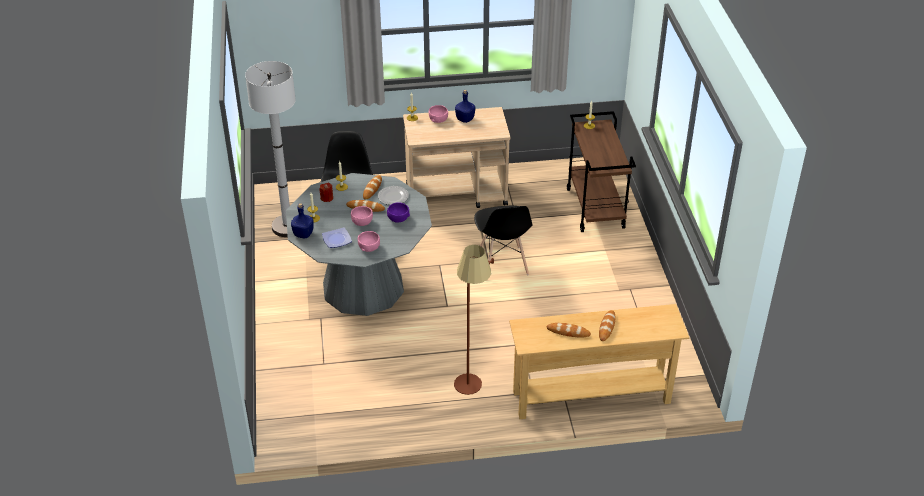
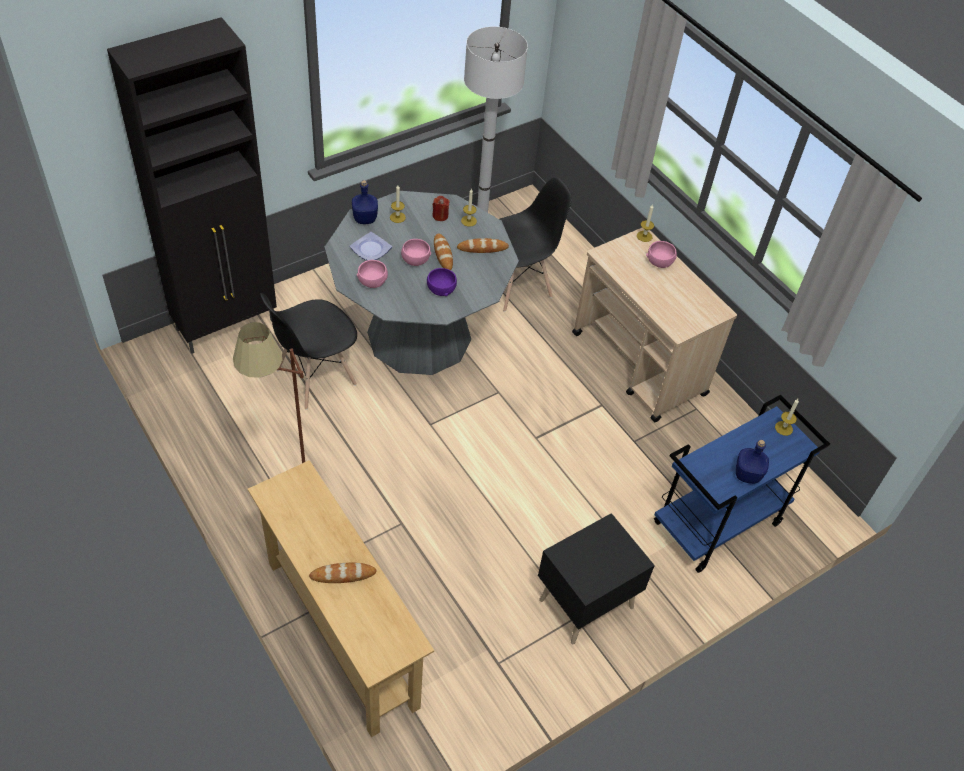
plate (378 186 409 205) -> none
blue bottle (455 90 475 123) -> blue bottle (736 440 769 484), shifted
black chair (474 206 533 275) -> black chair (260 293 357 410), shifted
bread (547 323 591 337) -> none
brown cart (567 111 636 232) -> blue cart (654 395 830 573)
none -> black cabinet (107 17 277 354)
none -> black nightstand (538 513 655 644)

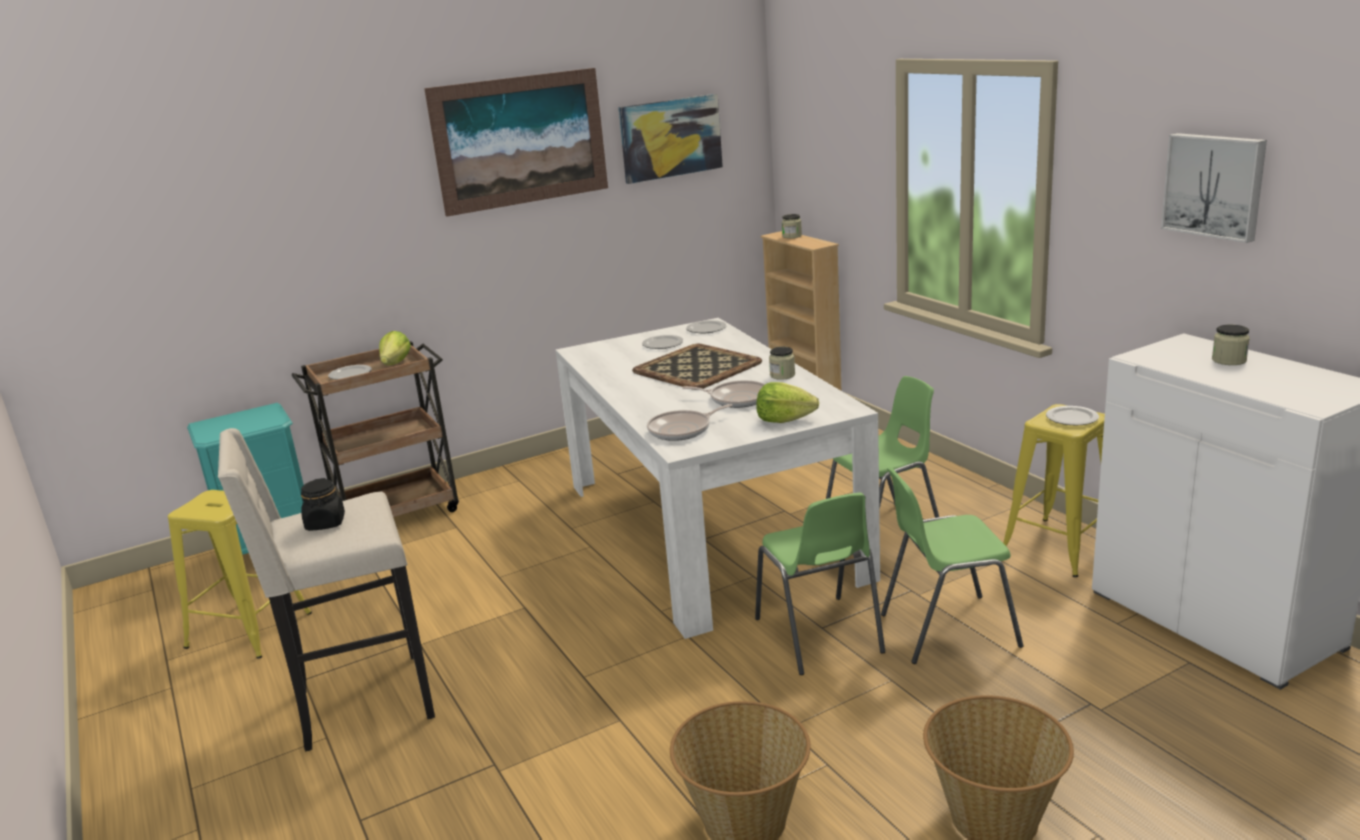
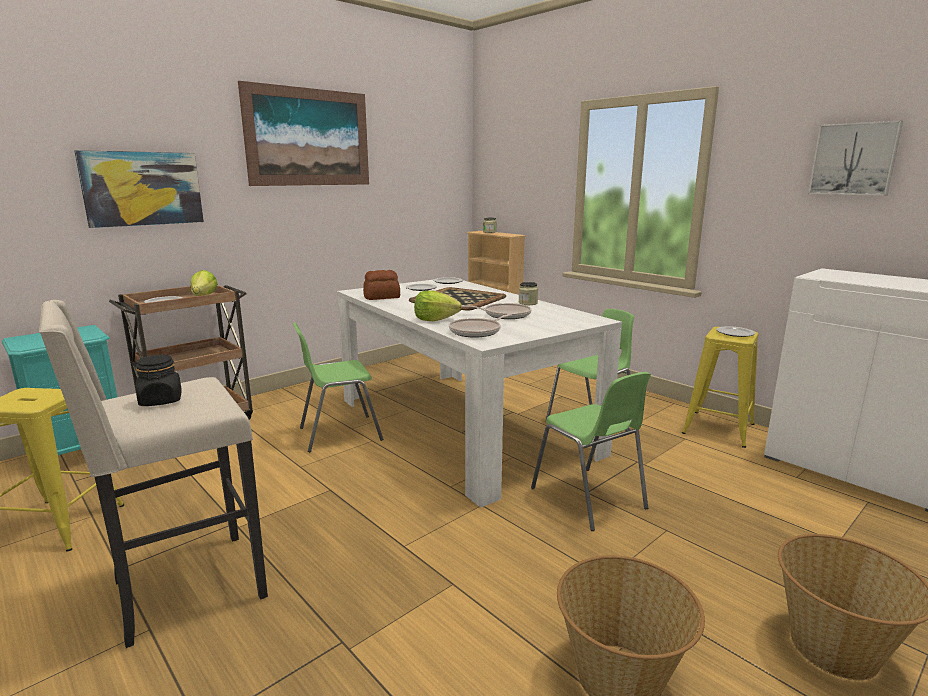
picture (618 94 723 184) -> picture (74 150 204 228), shifted
lettuce (757 382 819 423) -> lettuce (414 290 462 321), shifted
green chair (881 467 1023 664) -> green chair (293 323 383 452), shifted
jar (1212 325 1250 365) -> none
none -> bread (363 270 400 300)

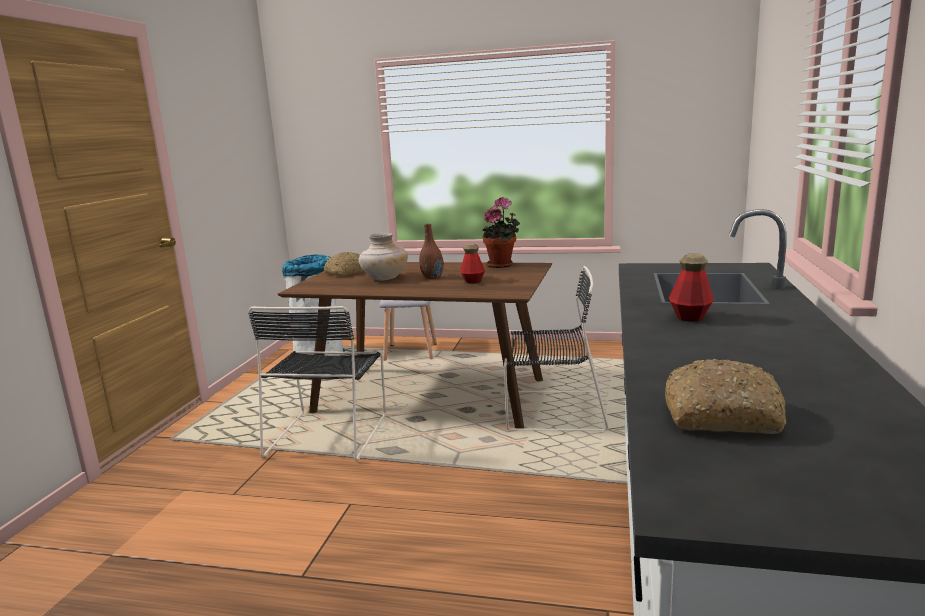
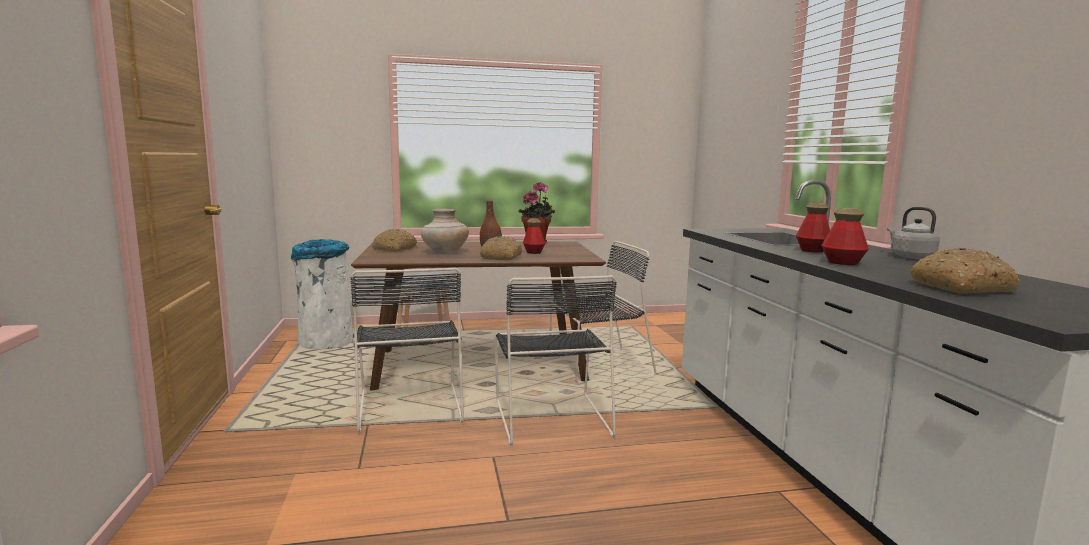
none -> bread (480 236 522 260)
none -> black chair (494 275 617 446)
none -> bottle (821 208 869 265)
none -> grey kettle (887 207 940 259)

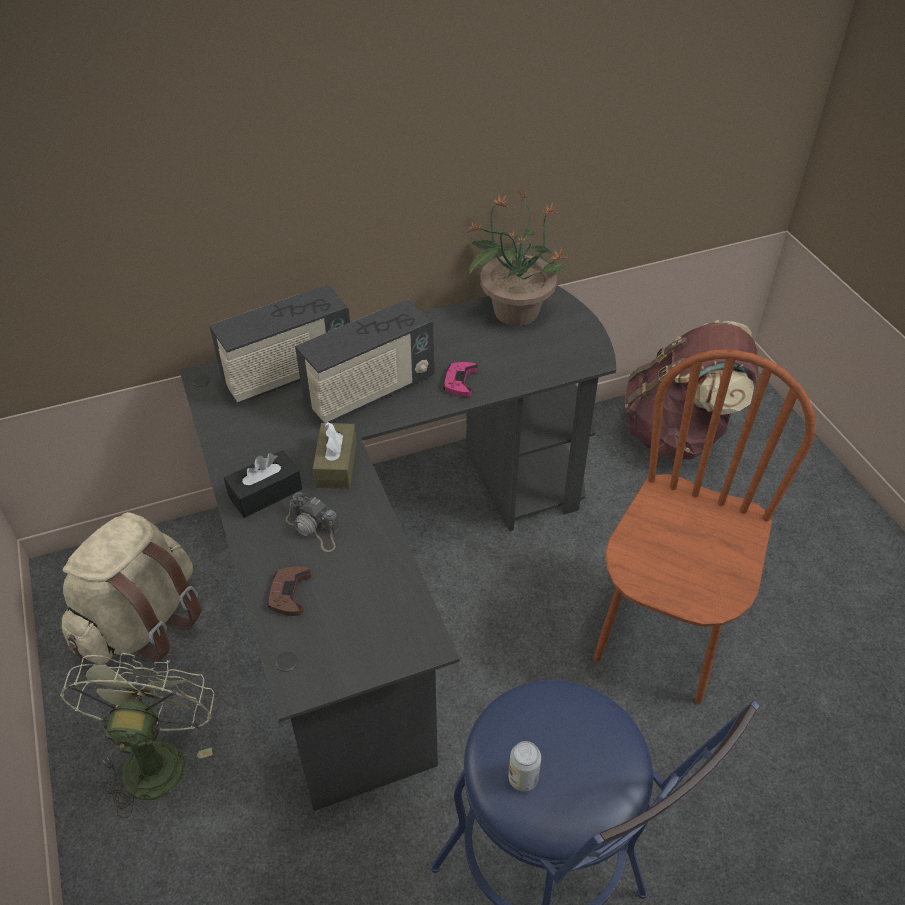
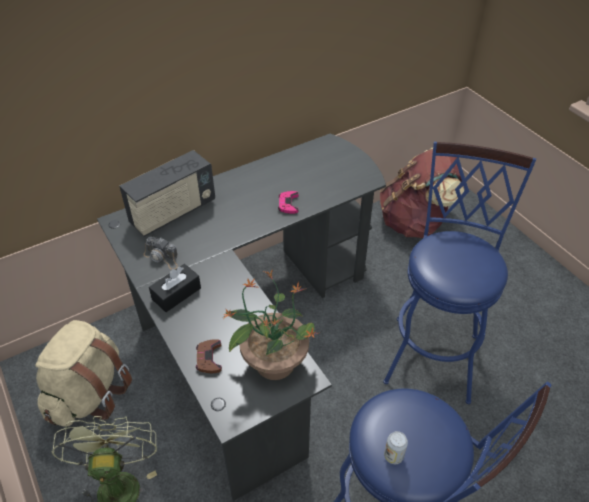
photo camera (285 492 339 552) -> photo camera (143 237 178 270), shifted
radio (295 299 434 423) -> none
brown tissue box (313 422 357 489) -> none
potted plant (466 191 569 326) -> potted plant (224 269 320 380), shifted
brown chair (593 350 816 704) -> blue stool (383 142 536 404)

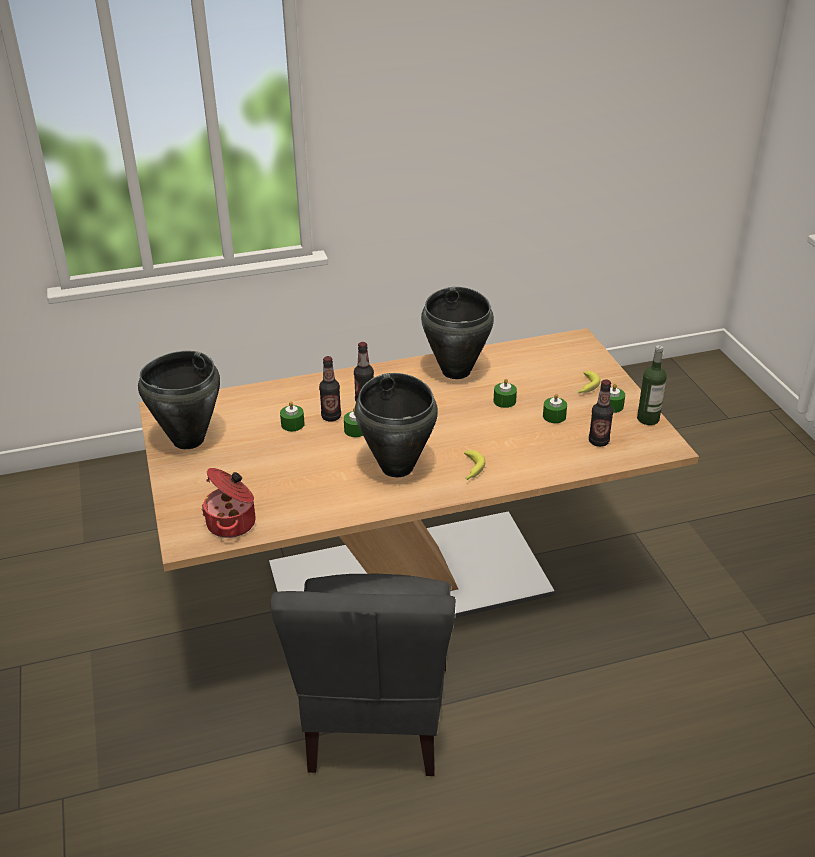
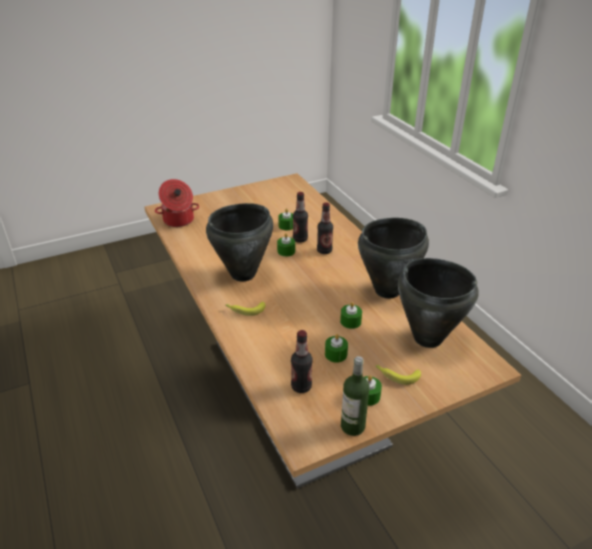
black cooking pot (138 351 220 449) -> black cooking pot (398 258 479 348), shifted
grey chair (271 574 456 776) -> none

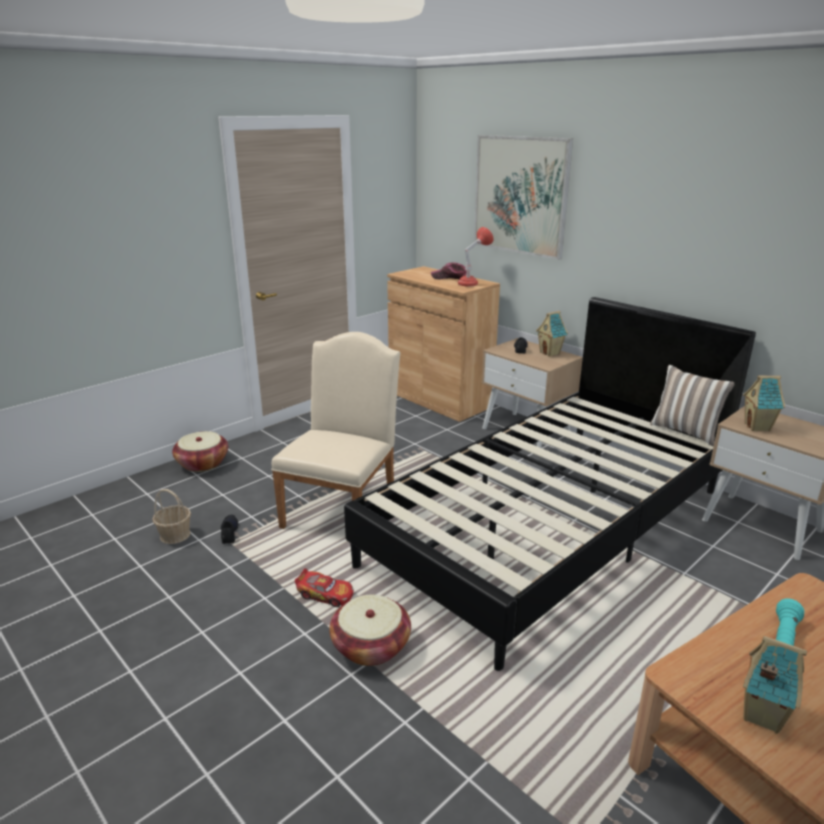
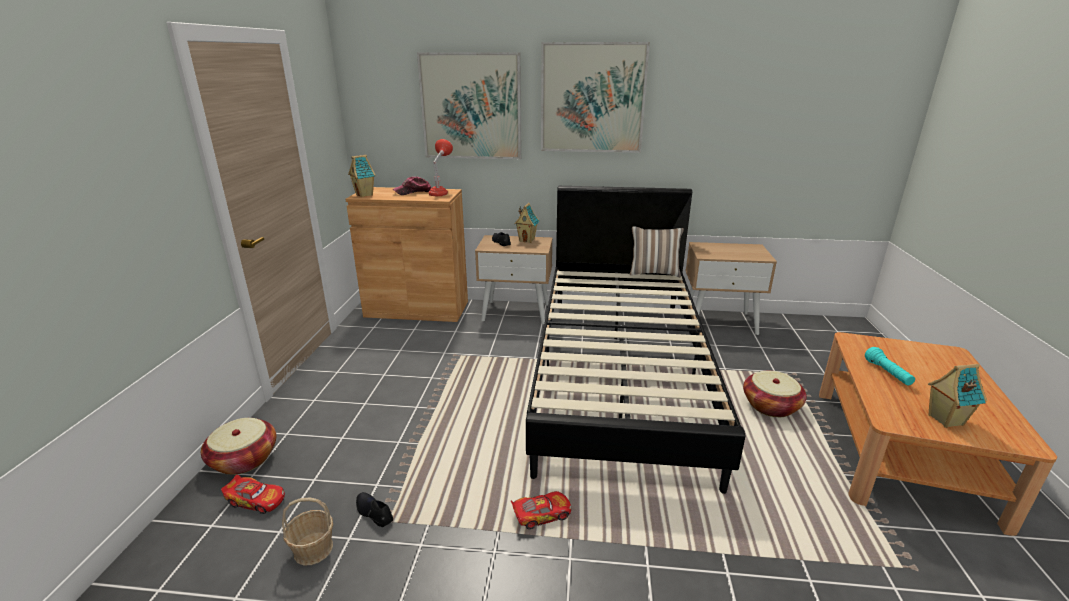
beige chair (271 332 400 529) -> none
basket (329 595 411 666) -> basket (743 371 807 417), shifted
toy house (743 375 785 431) -> toy house (348 155 375 197), shifted
none -> toy car (221 475 285 514)
none -> picture (541 42 650 153)

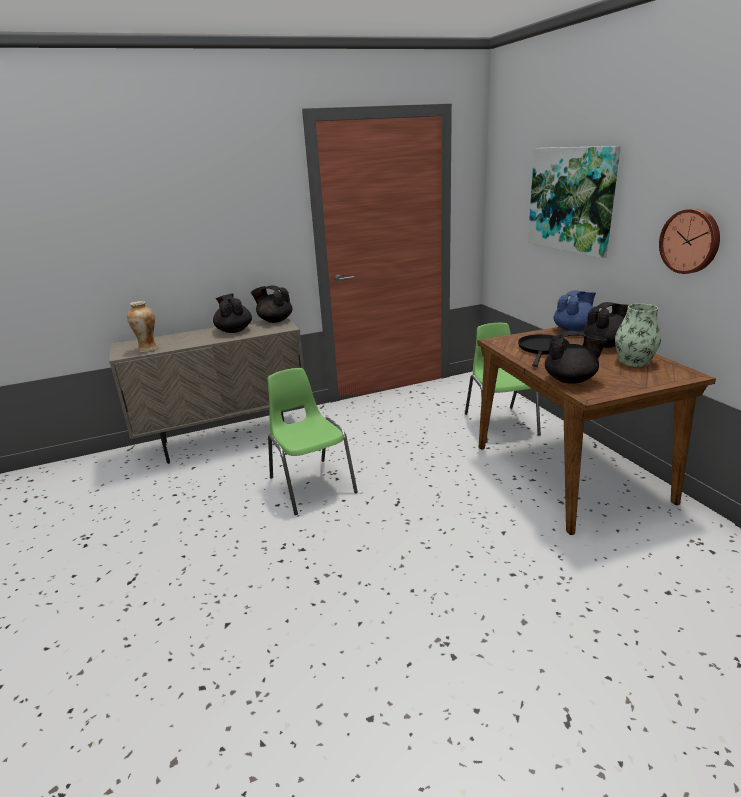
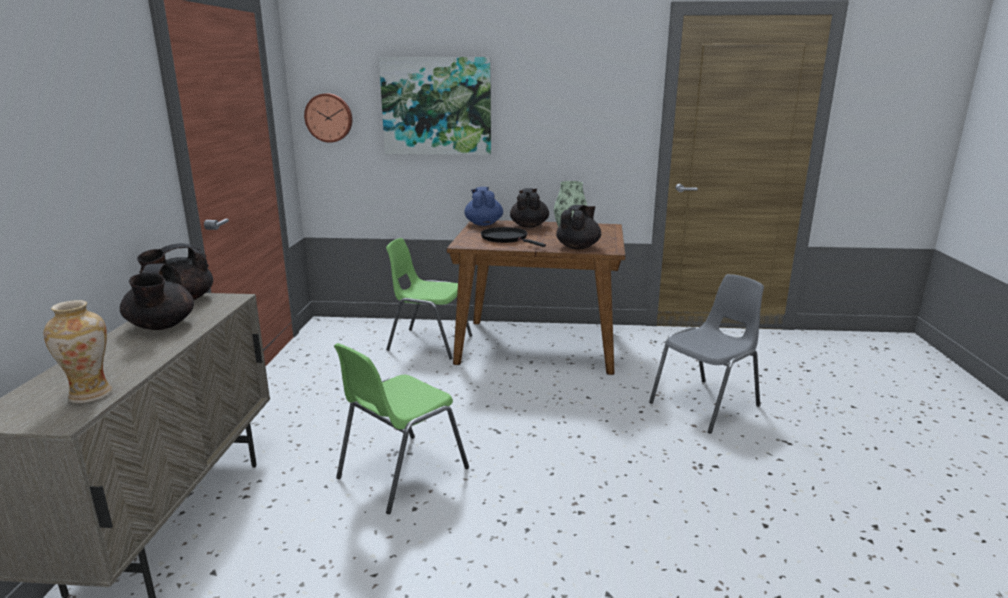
black teapot (213 293 252 333) -> black teapot (120 263 194 330), 105 degrees counterclockwise
green chair (268 368 358 515) -> green chair (334 343 469 514), 45 degrees counterclockwise
wall clock (659 209 720 274) -> wall clock (304 93 352 143), shifted
none -> grey chair (649 274 764 434)

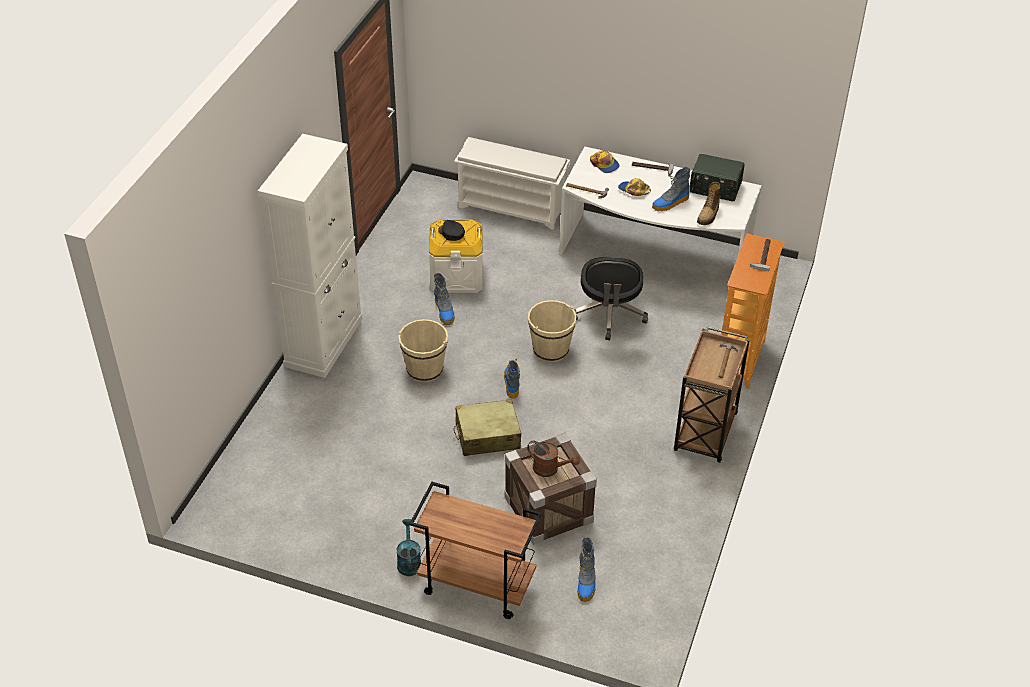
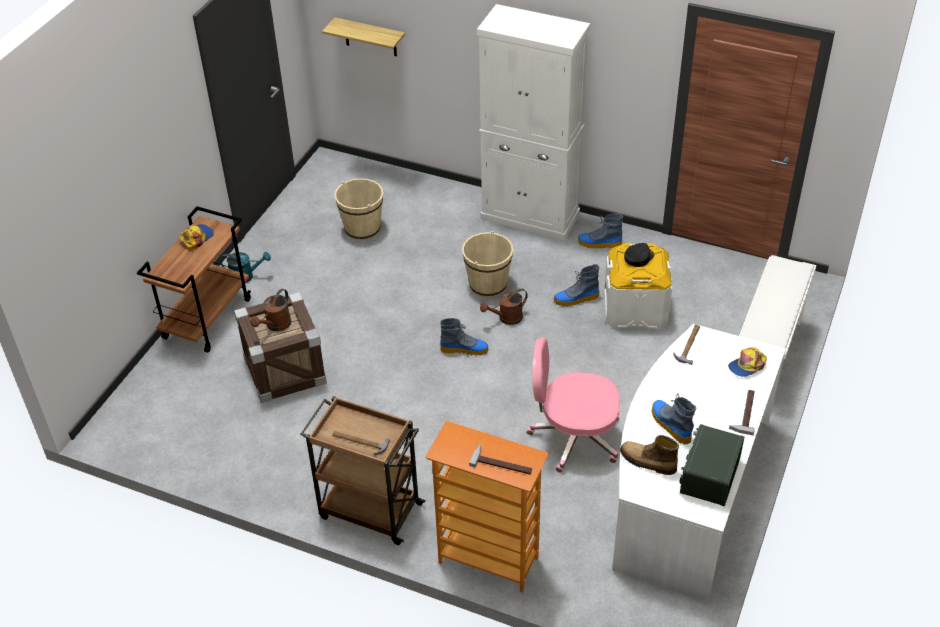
beige suitcase (453 399 521 456) -> none
beige bucket (528 300 576 362) -> beige bucket (334 178 383 241), shifted
black office chair (574 257 648 340) -> pink office chair (526 338 620 473)
boot (577 537 596 602) -> boot (578 214 623 248), shifted
cap (618 178 651 196) -> cap (180 224 214 250), shifted
none -> shelf (322 18 405 56)
none -> brown watering can (480 289 528 325)

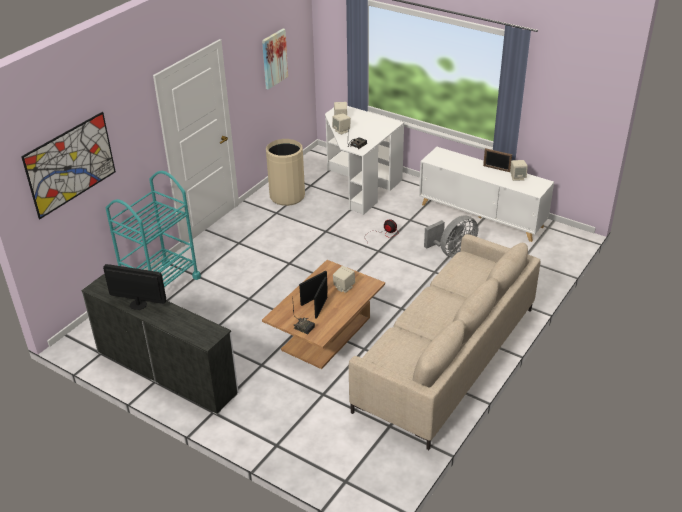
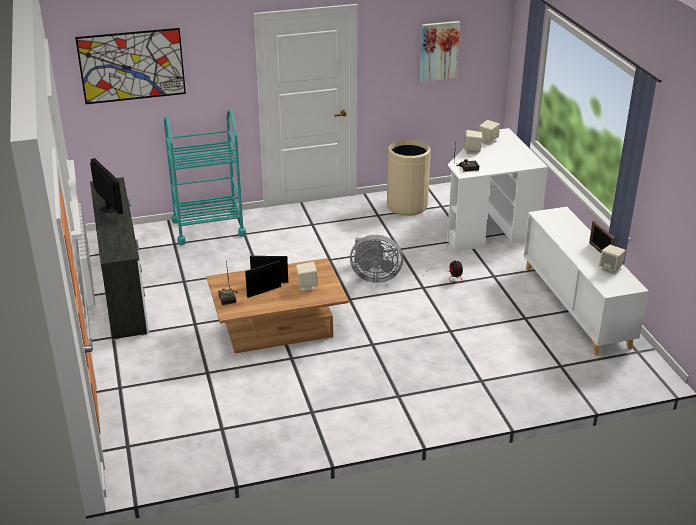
beige sofa (349 234 541 450) -> none
grey fan (424 215 478 258) -> grey fan (350 235 403 283), shifted

